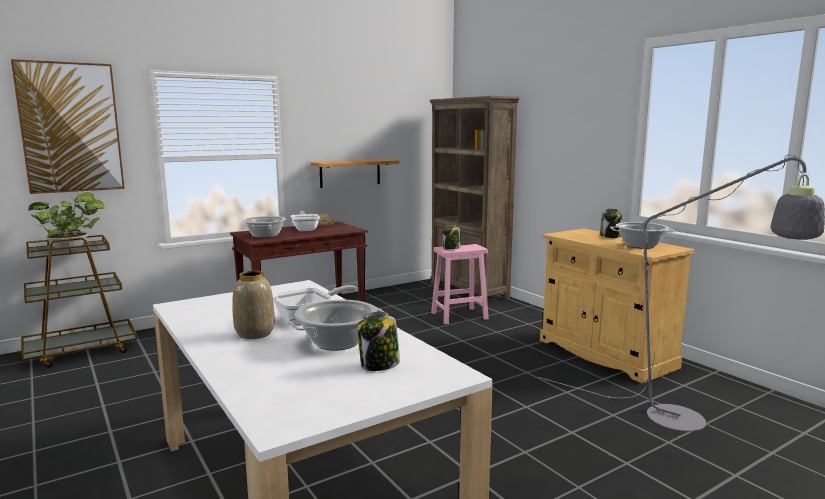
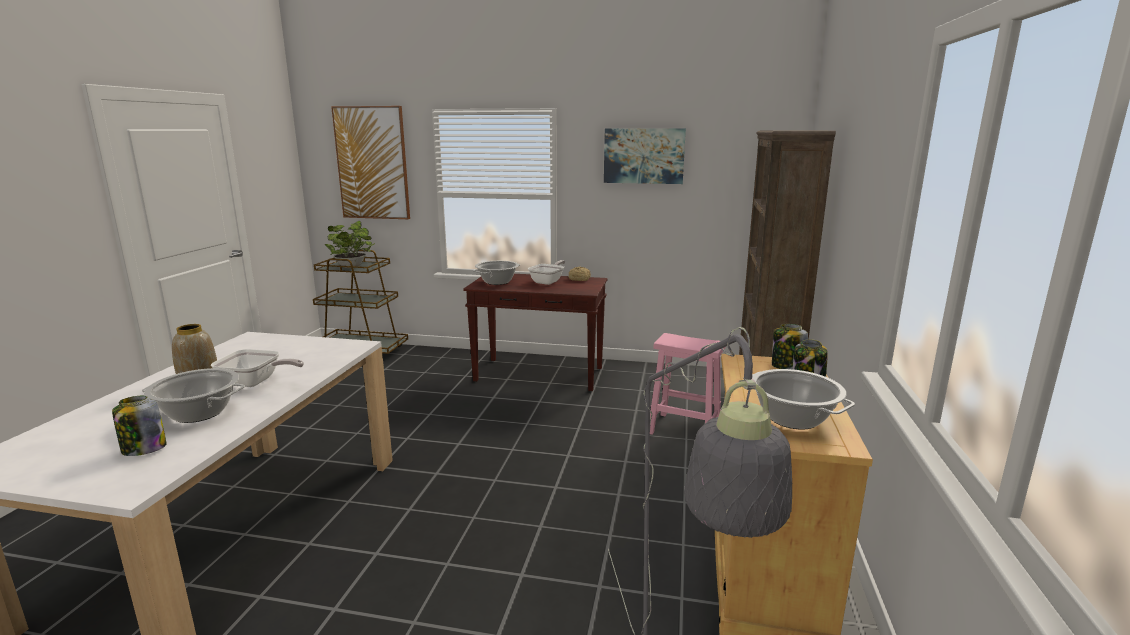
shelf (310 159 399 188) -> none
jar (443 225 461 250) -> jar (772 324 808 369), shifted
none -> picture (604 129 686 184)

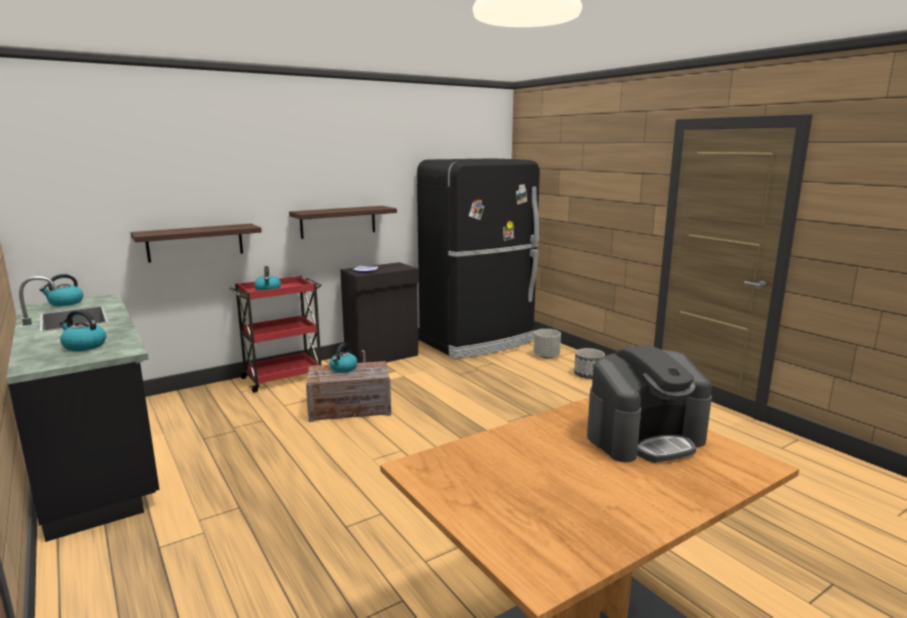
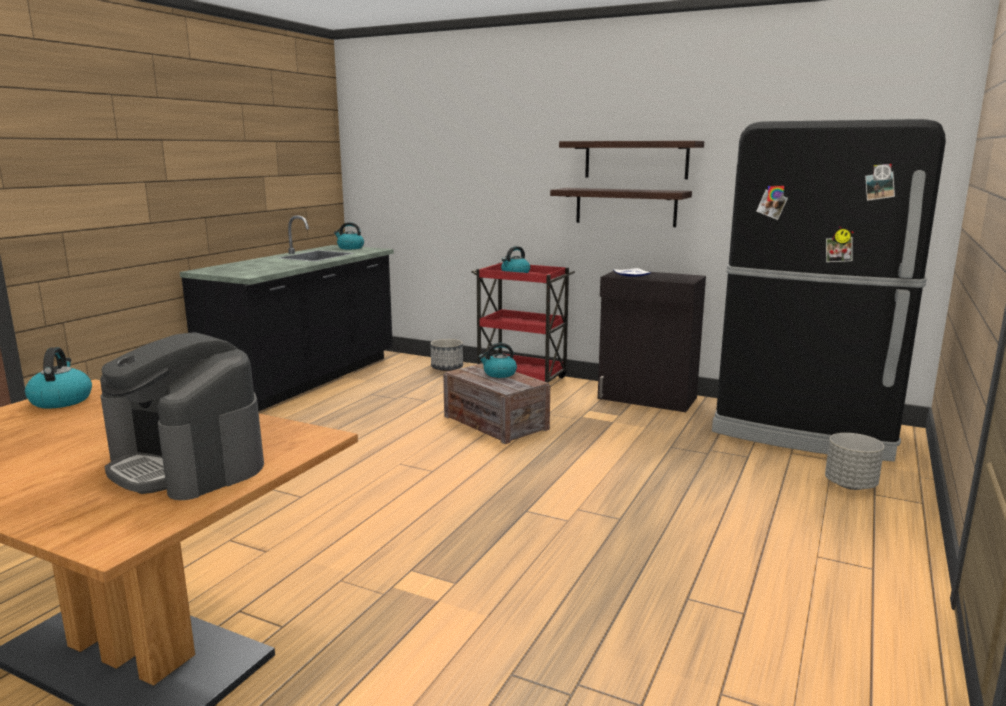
kettle (59 310 106 351) -> kettle (25 347 92 409), shifted
shelf (130 224 262 263) -> shelf (559 141 704 179), shifted
planter (574 348 605 379) -> planter (430 339 463 371), shifted

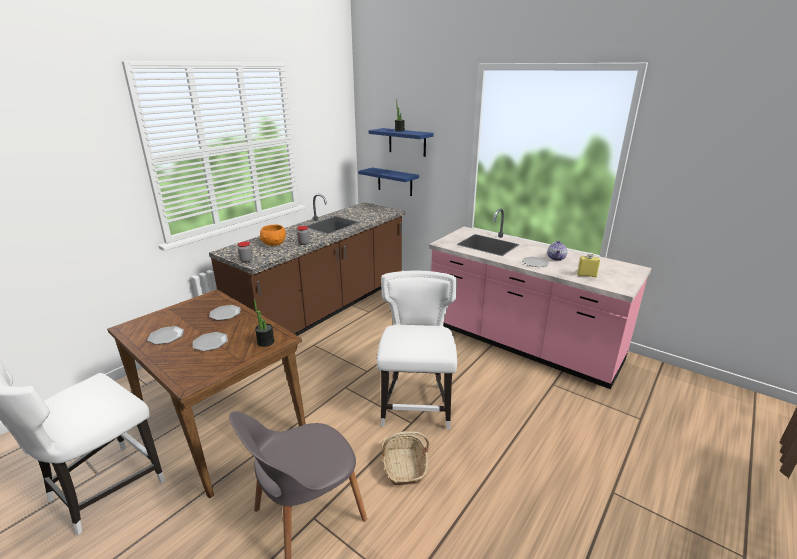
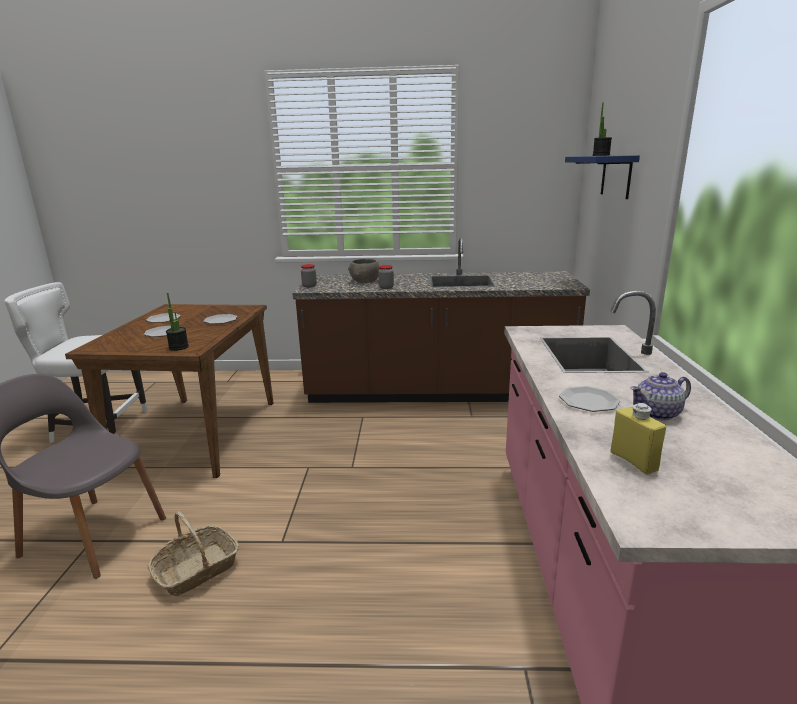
orange bowl (260 225 286 246) -> grey bowl (348 259 380 283)
blue shelf (358 167 419 196) -> none
white chair (377 271 457 429) -> none

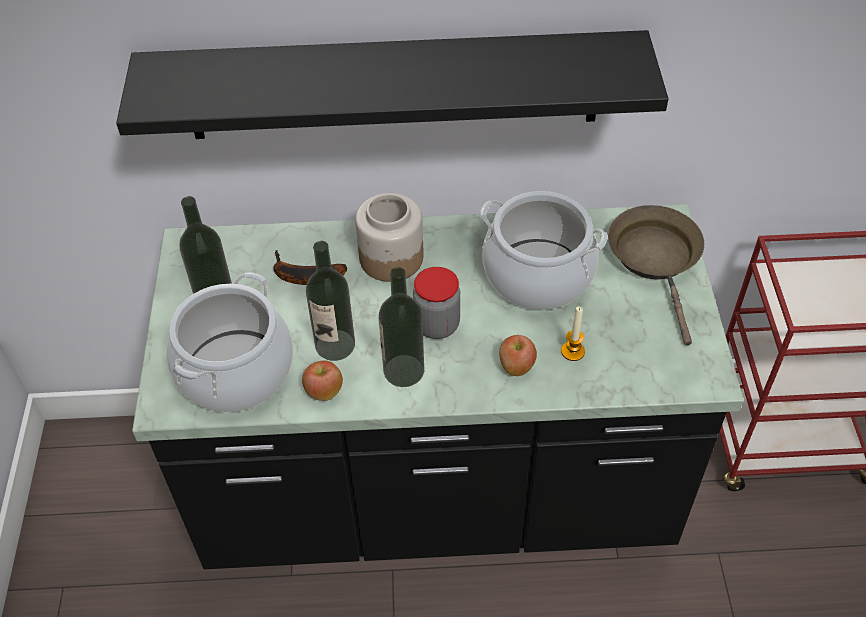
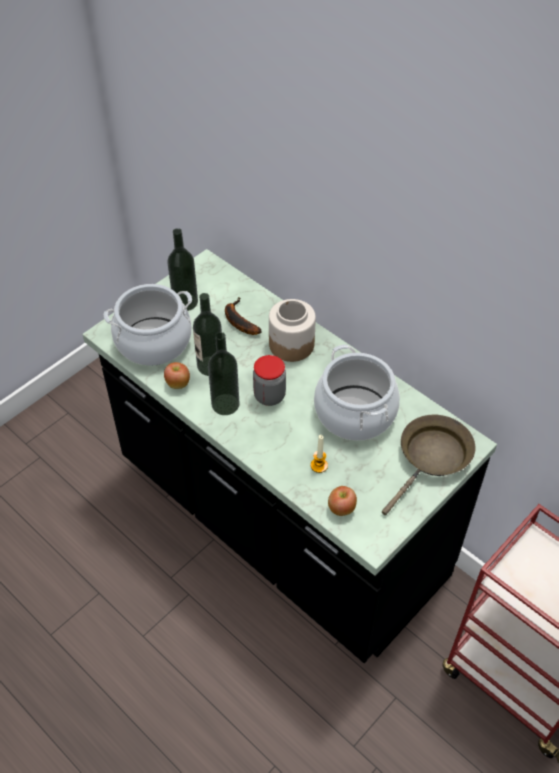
black shelf (116 30 668 139) -> none
apple (499 335 537 376) -> apple (328 486 357 516), shifted

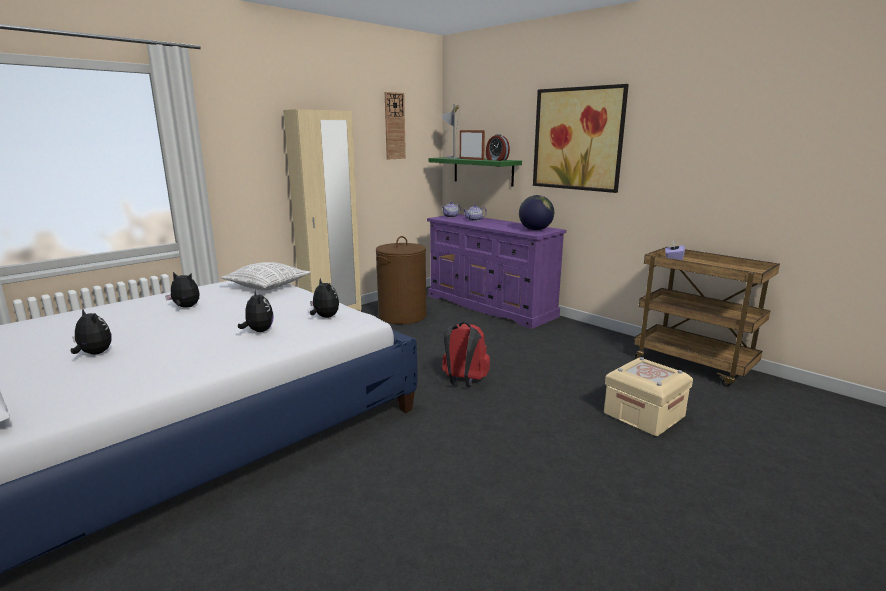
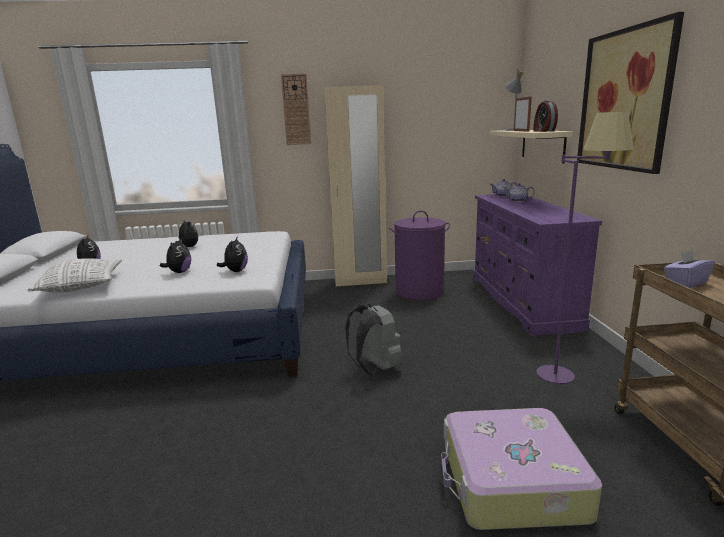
pillow (220 262 311 290) -> pillow (27 258 122 293), shifted
brown laundry basket (376 236 426 324) -> purple laundry basket (389 210 450 300)
wall clock (385 92 406 159) -> wall clock (281 74 311 145), shifted
green shelf (428 157 522 187) -> beige shelf (490 130 573 163)
red backpack (442 322 490 388) -> grey backpack (345 304 402 375)
globe (519 195 554 231) -> none
beige storage box (604 357 693 436) -> suitcase (441 408 602 530)
none -> purple floor lamp (536 112 634 384)

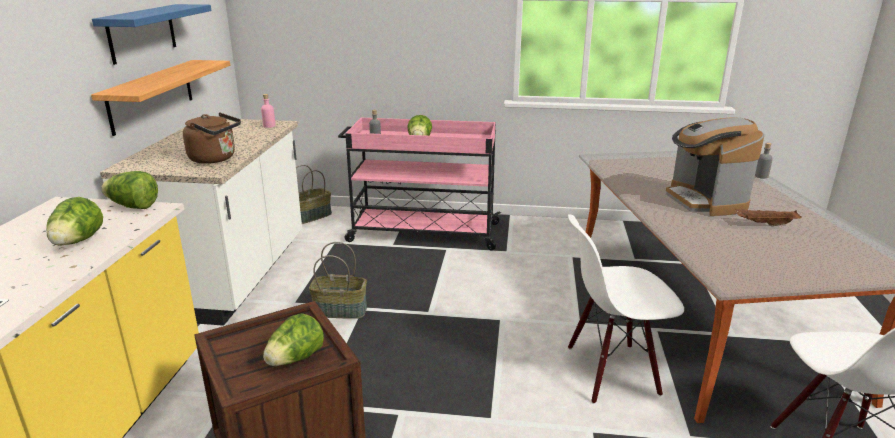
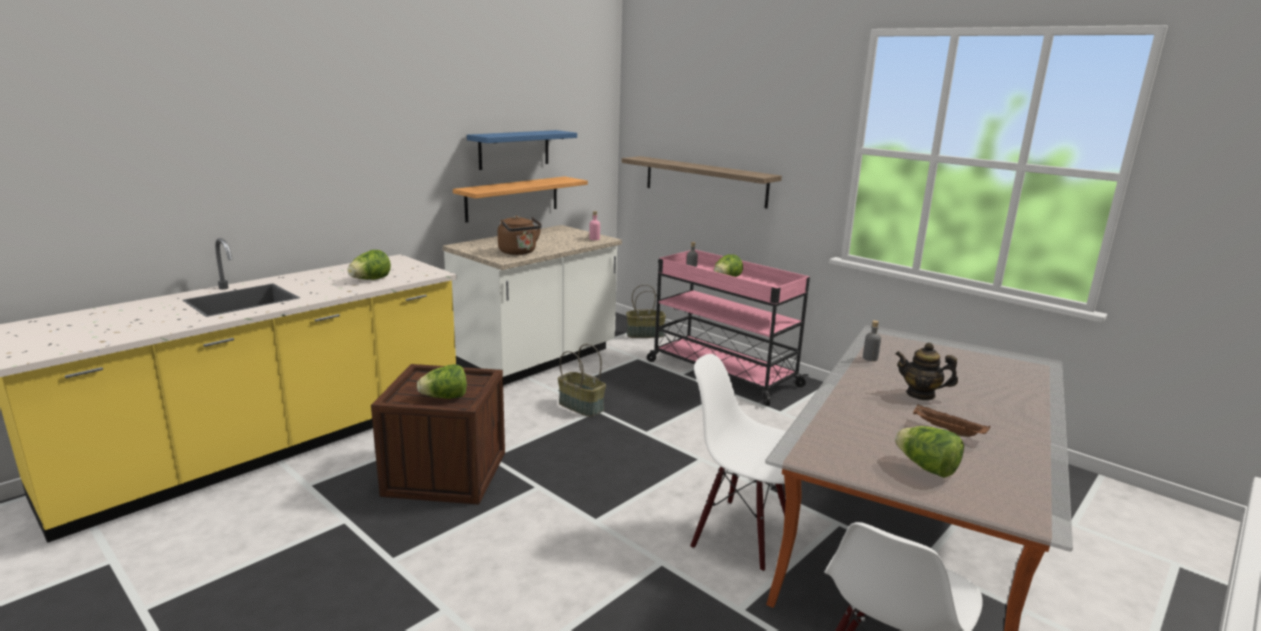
lettuce (101 171 158 209) -> lettuce (895 426 964 478), shifted
coffee machine (666 117 764 216) -> teapot (896 343 958 400)
grey bottle (755 143 773 179) -> grey bottle (863 320 881 361), shifted
none -> shelf (621 156 782 209)

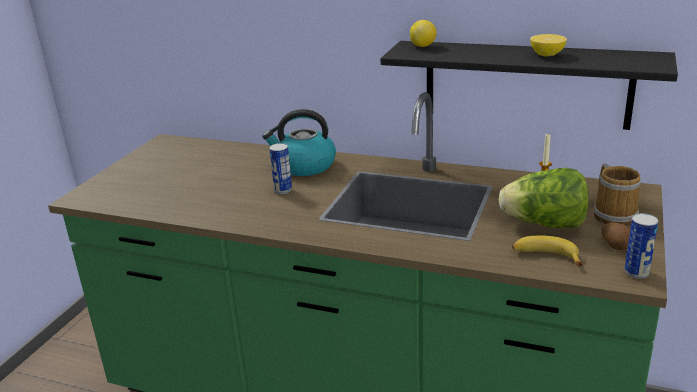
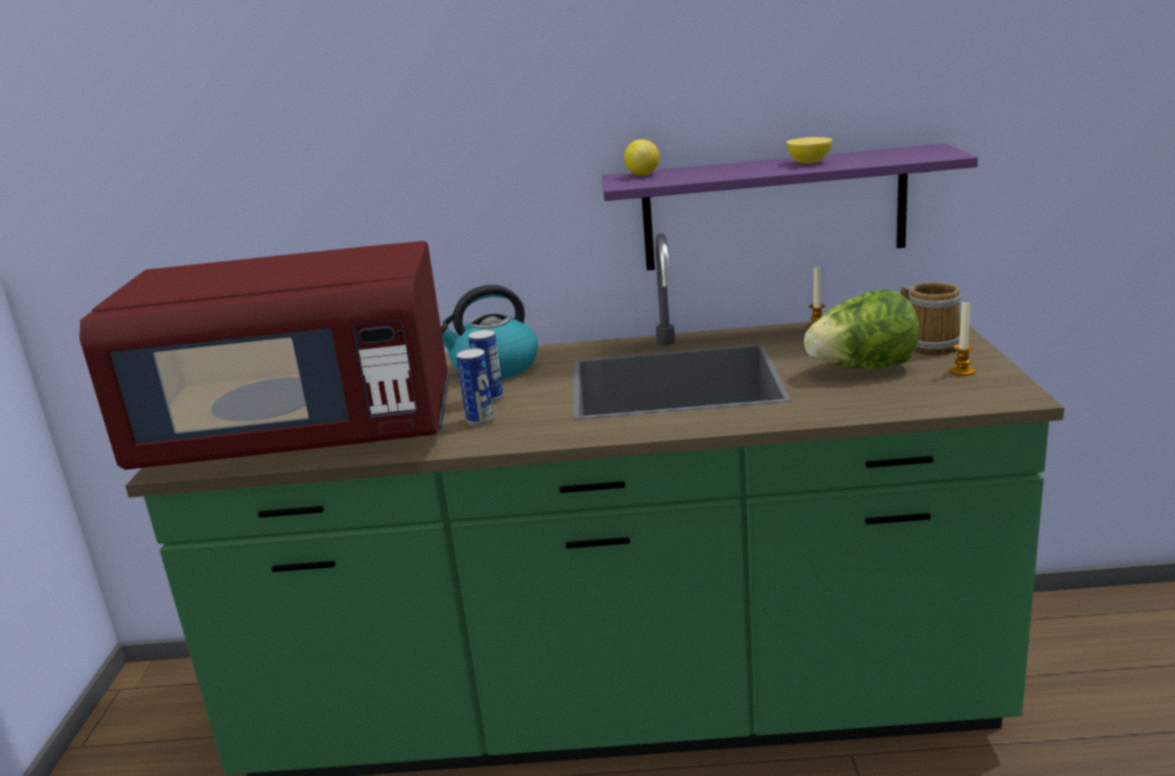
black shelf (381 41 678 130) -> purple shelf (602 144 978 271)
banana (512 235 582 266) -> none
potato (601 222 630 250) -> candle (949 302 976 376)
can (624 213 658 279) -> can (456 348 494 426), shifted
none -> red microwave (79 241 449 470)

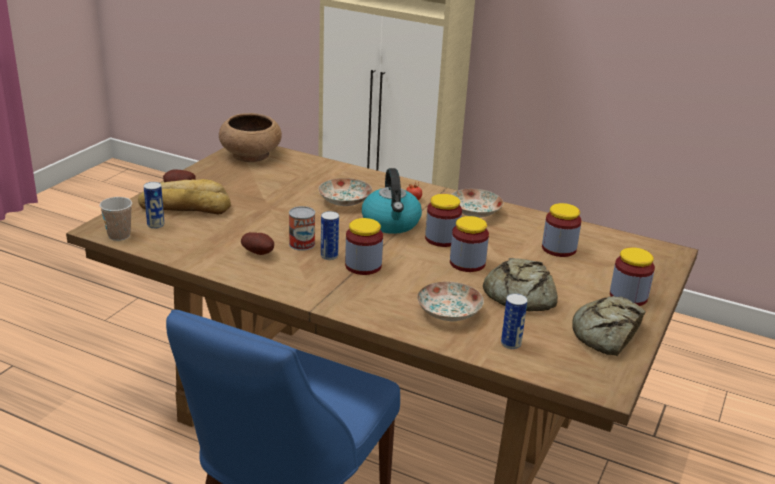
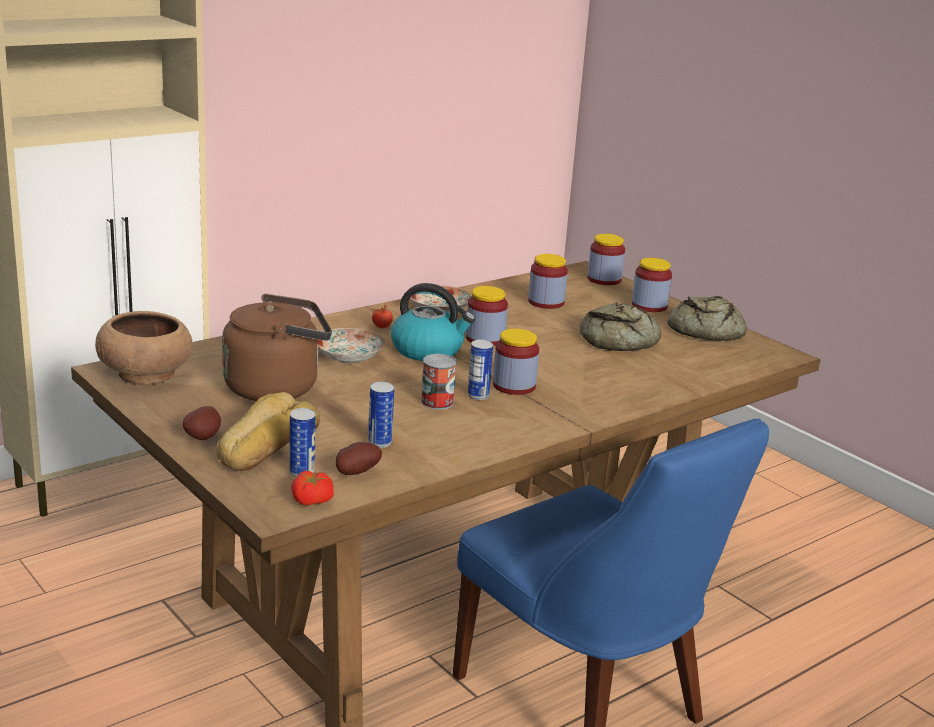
cup (99 197 132 241) -> tomato (291 471 334 506)
potato (241 232 274 255) -> potato (336 442 382 475), shifted
plate (417 282 484 321) -> none
jar (450 216 489 272) -> jar (587 234 625 285), shifted
can (501 293 528 349) -> can (368 382 394 448), shifted
none -> brown kettle (222 294 332 401)

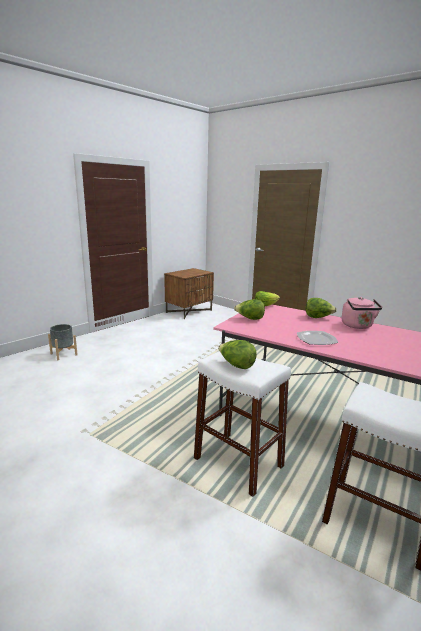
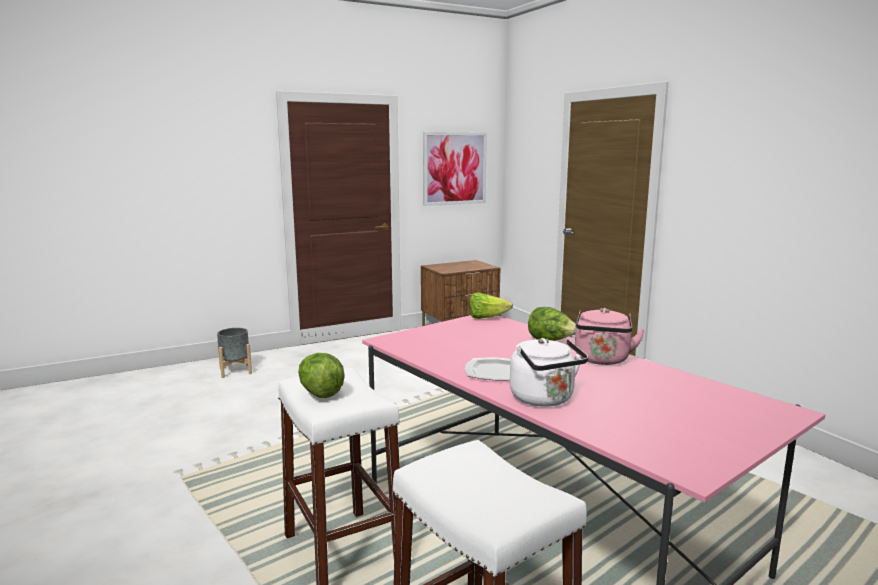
lettuce (234 299 265 320) -> none
none -> picture (423 132 487 206)
none -> white kettle (510 338 588 407)

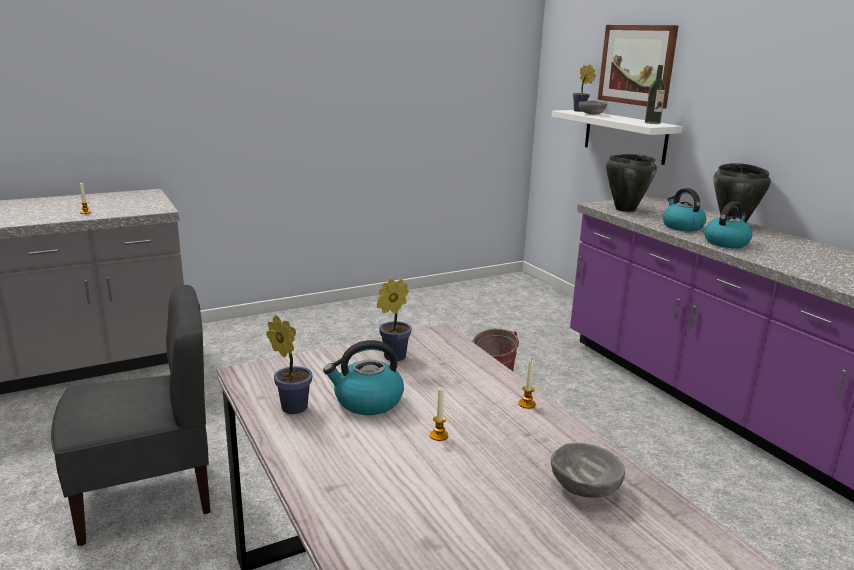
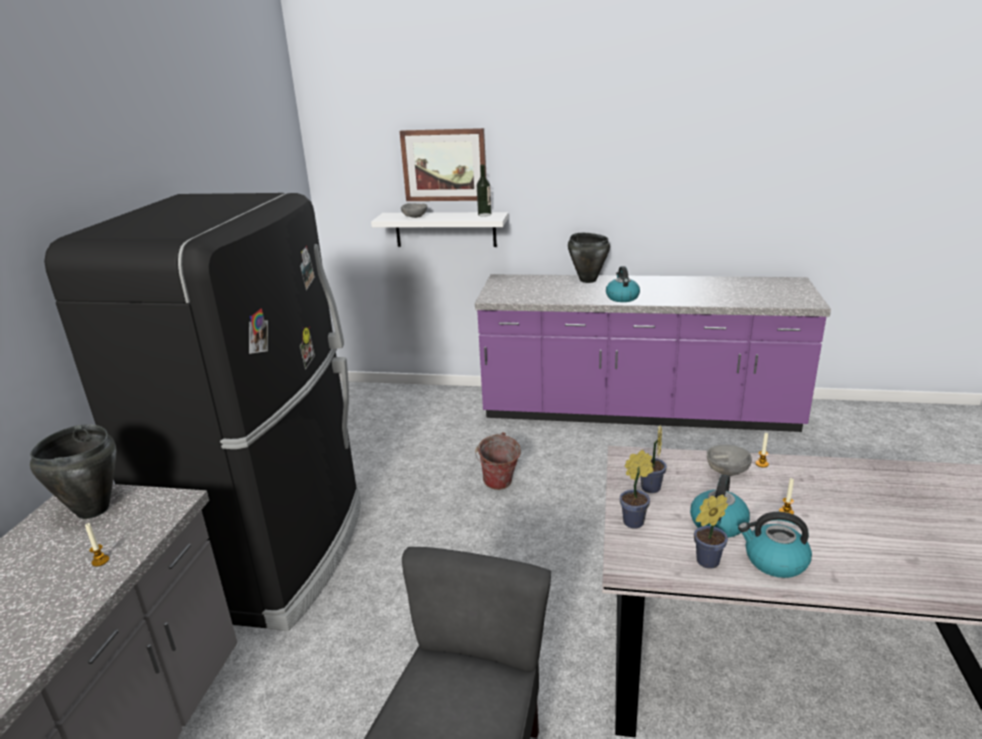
grey bowl (551 443 625 498) -> grey bowl (707 445 752 476), shifted
potted plant (573 64 596 112) -> potted plant (620 450 653 529), shifted
black cooking pot (606 154 657 212) -> black cooking pot (30 424 117 519), shifted
kettle (663 188 706 231) -> kettle (738 512 812 578), shifted
none -> black fridge (44 193 361 631)

